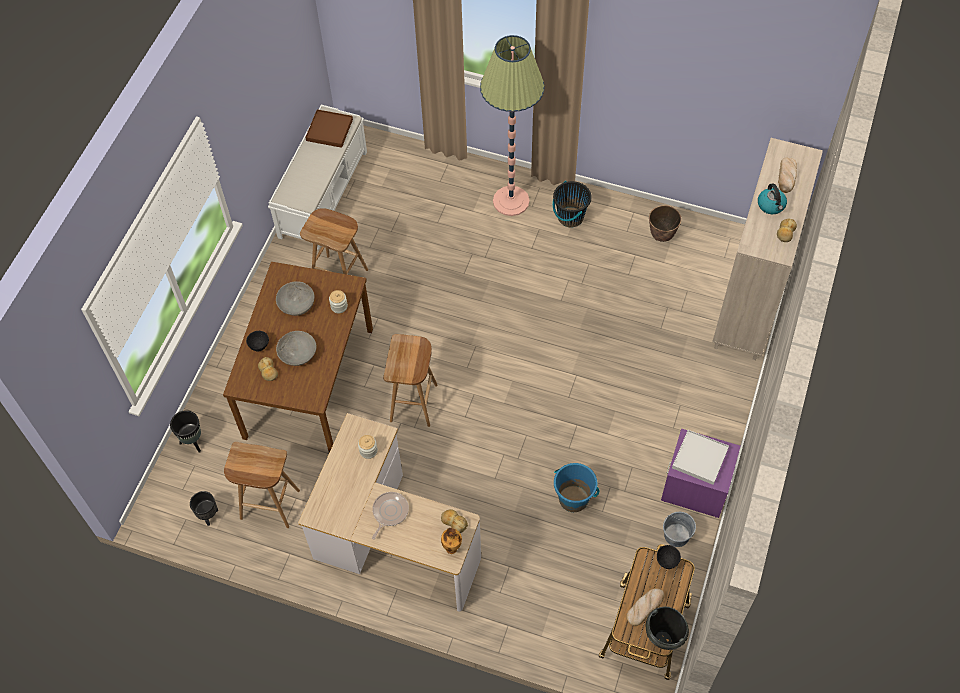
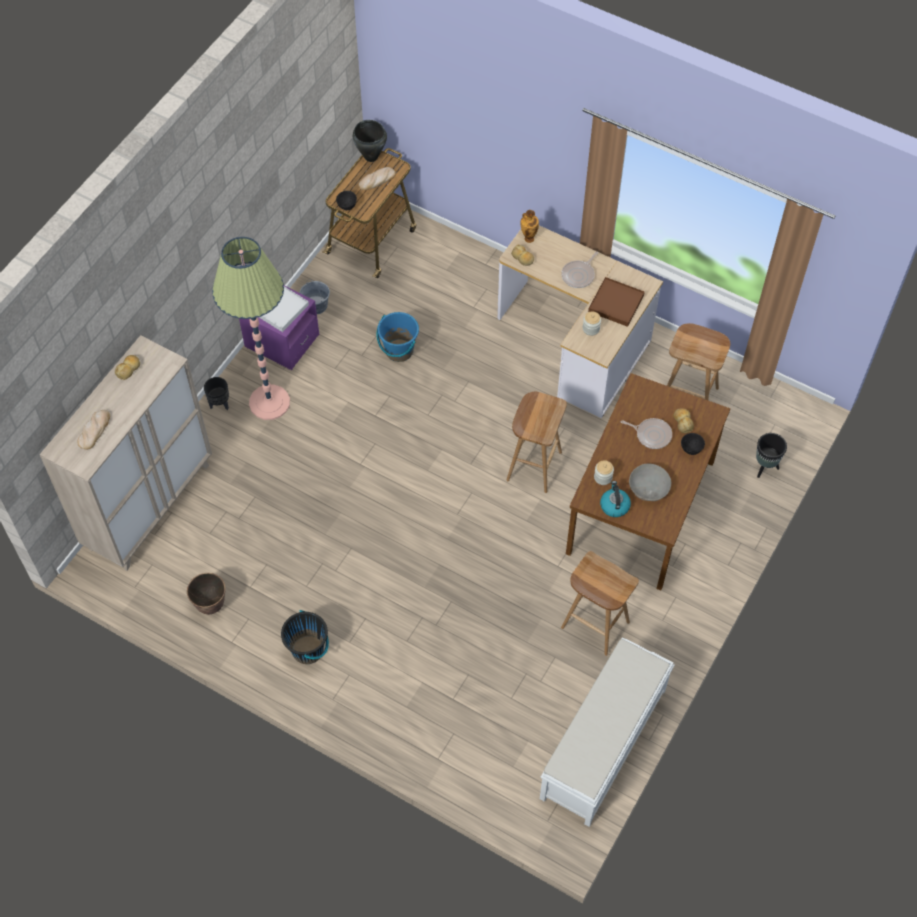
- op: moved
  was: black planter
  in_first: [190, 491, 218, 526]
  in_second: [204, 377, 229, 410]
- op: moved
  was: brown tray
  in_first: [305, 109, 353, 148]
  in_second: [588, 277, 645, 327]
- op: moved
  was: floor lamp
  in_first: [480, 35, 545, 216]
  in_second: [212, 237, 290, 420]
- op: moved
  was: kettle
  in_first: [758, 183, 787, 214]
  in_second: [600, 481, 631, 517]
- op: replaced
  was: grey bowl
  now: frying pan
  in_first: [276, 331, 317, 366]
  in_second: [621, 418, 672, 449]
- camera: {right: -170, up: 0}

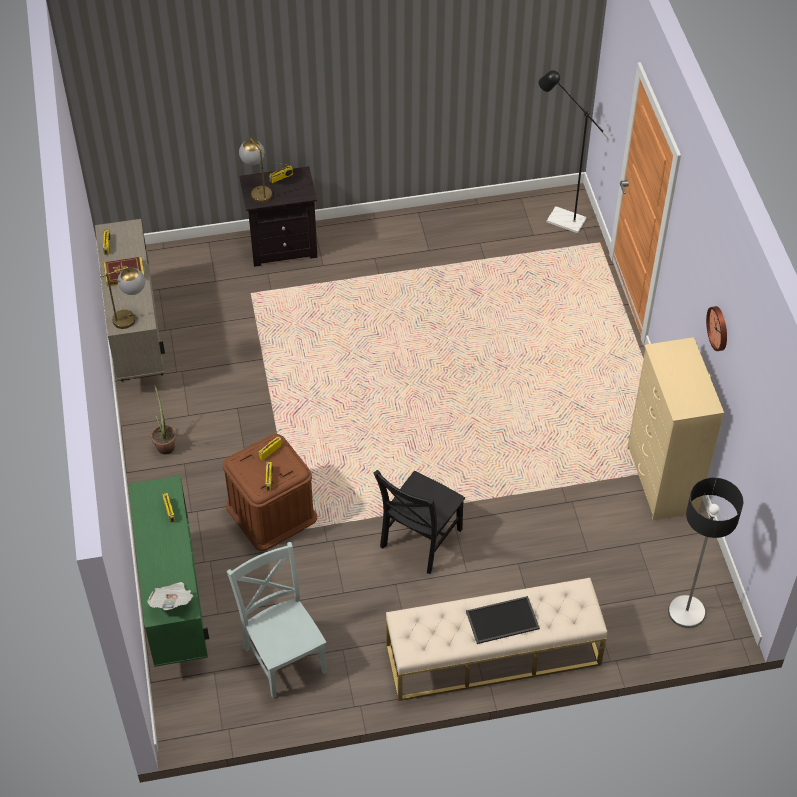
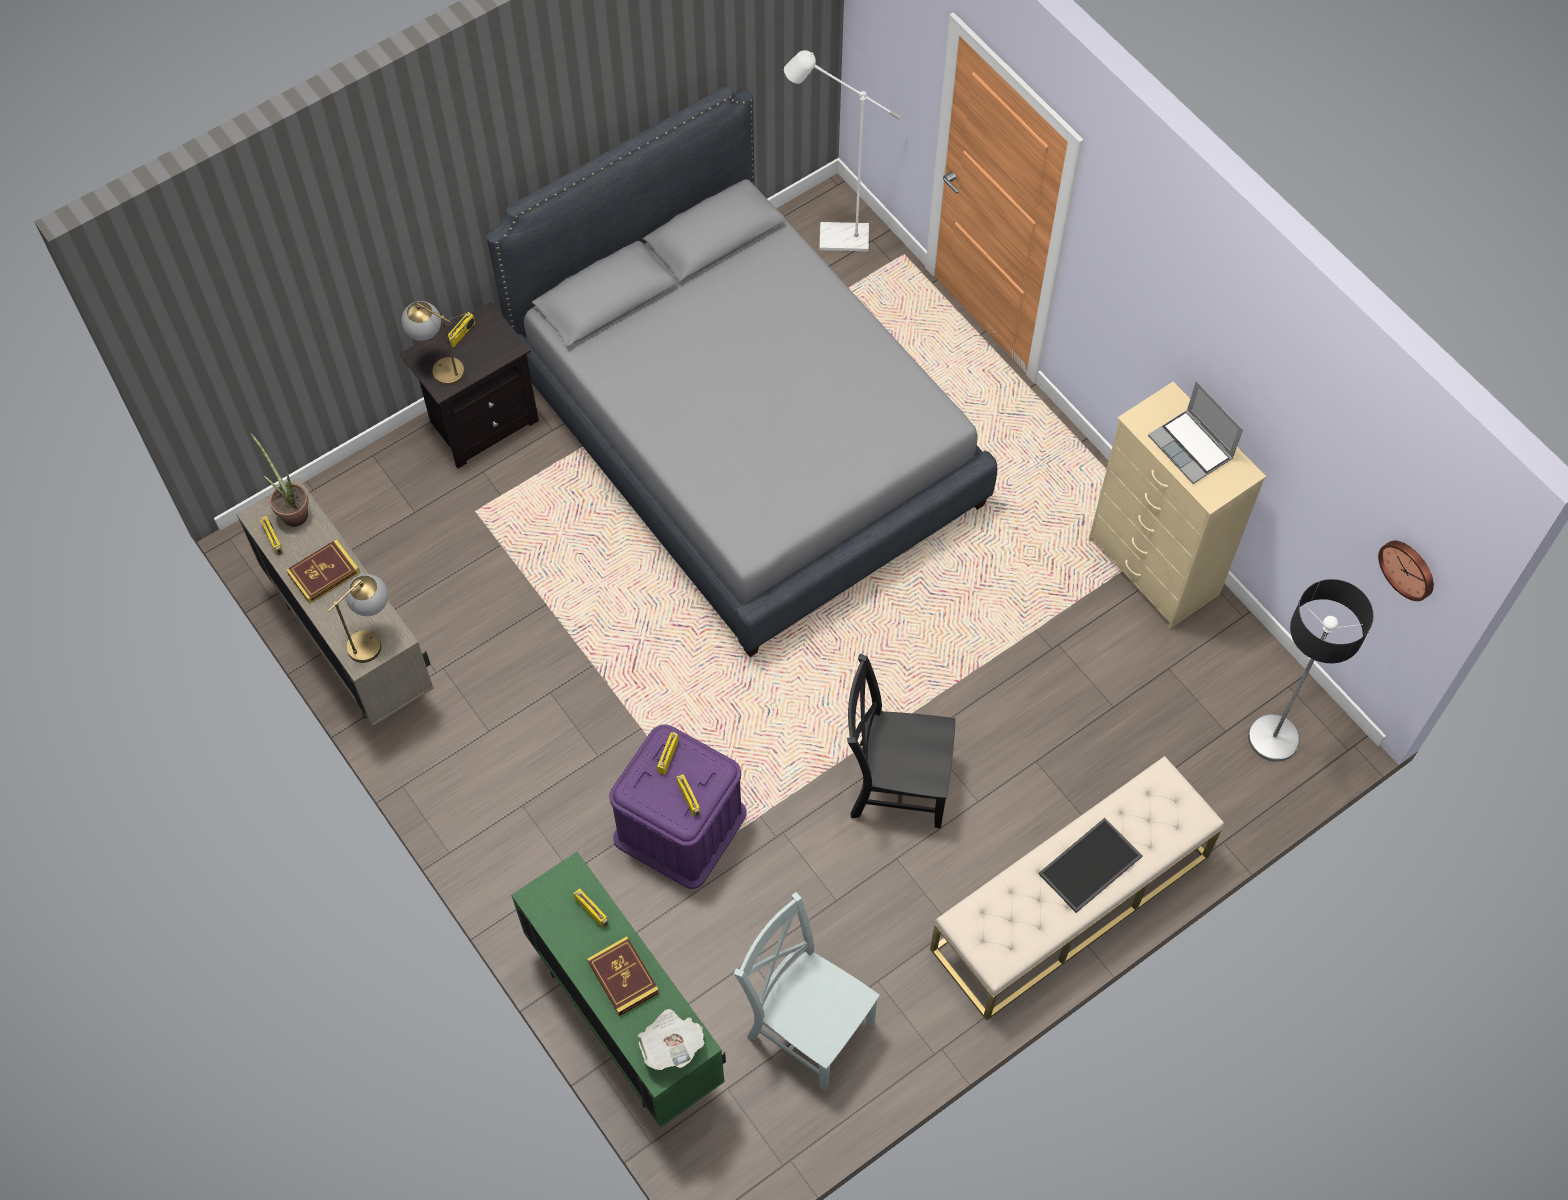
- op: added
  now: grey bed
  in_second: [487, 87, 997, 657]
- op: added
  now: book
  in_second: [587, 936, 659, 1016]
- op: added
  now: laptop
  in_second: [1148, 381, 1243, 484]
- op: moved
  was: potted plant
  in_first: [151, 385, 176, 454]
  in_second: [250, 433, 309, 527]
- op: moved
  was: wall clock
  in_first: [706, 306, 727, 351]
  in_second: [1378, 541, 1434, 601]
- op: recoloured
  was: brown storage box
  now: purple storage box
  in_first: [223, 434, 317, 551]
  in_second: [609, 724, 747, 889]
- op: recoloured
  was: black floor lamp
  now: white floor lamp
  in_first: [539, 70, 610, 233]
  in_second: [784, 50, 901, 251]
- op: turned
  was: black chair
  in_first: [373, 470, 465, 574]
  in_second: [847, 654, 956, 828]
  clockwise: 90
- camera: {right: -25, up: 10}

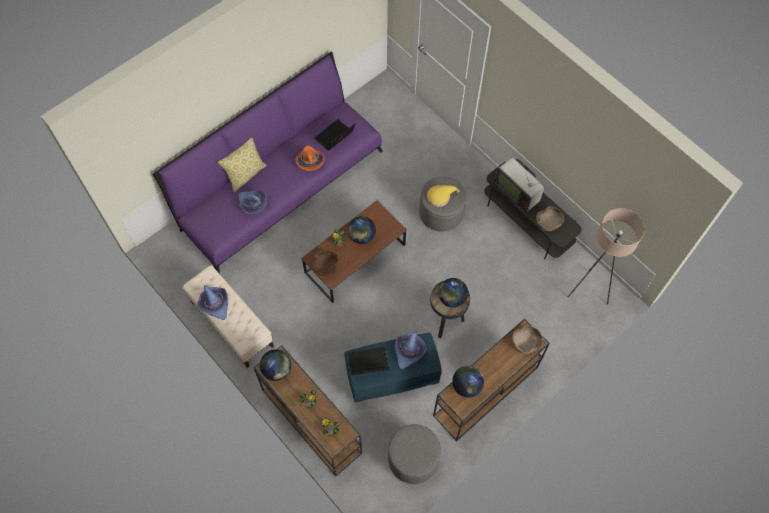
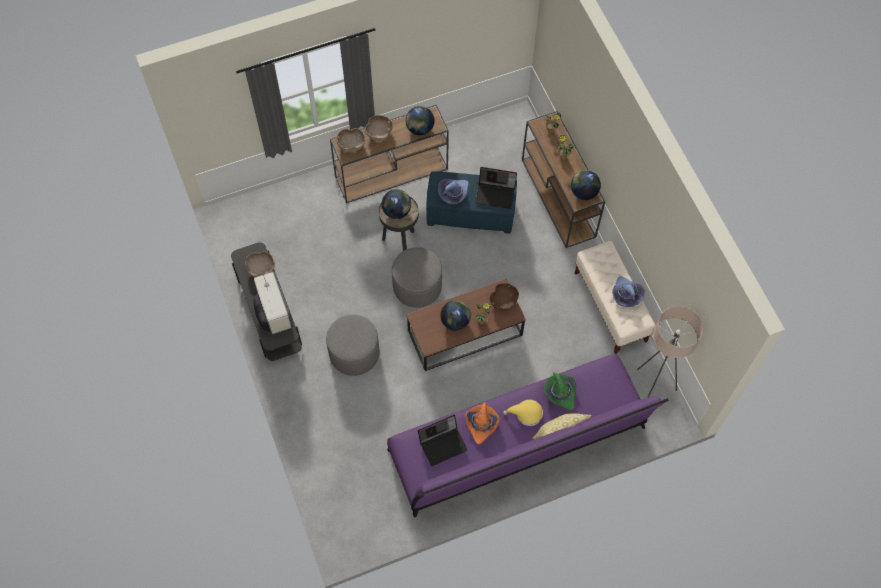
- op: added
  now: brown bowl
  in_second: [365, 115, 393, 141]
- op: moved
  was: grey ottoman
  in_first: [388, 424, 441, 484]
  in_second: [392, 247, 442, 308]
- op: moved
  was: yellow hat
  in_first: [427, 185, 460, 207]
  in_second: [503, 400, 543, 426]
- op: moved
  was: beige floor lamp
  in_first: [568, 208, 645, 305]
  in_second: [637, 306, 703, 398]
- op: recoloured
  was: purple hat
  now: green hat
  in_first: [239, 190, 267, 215]
  in_second: [544, 372, 576, 411]
- camera: {right: -160, up: 0}

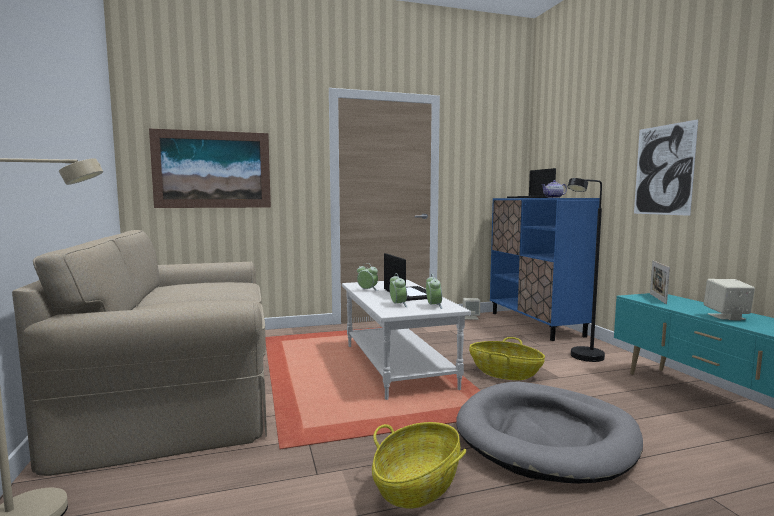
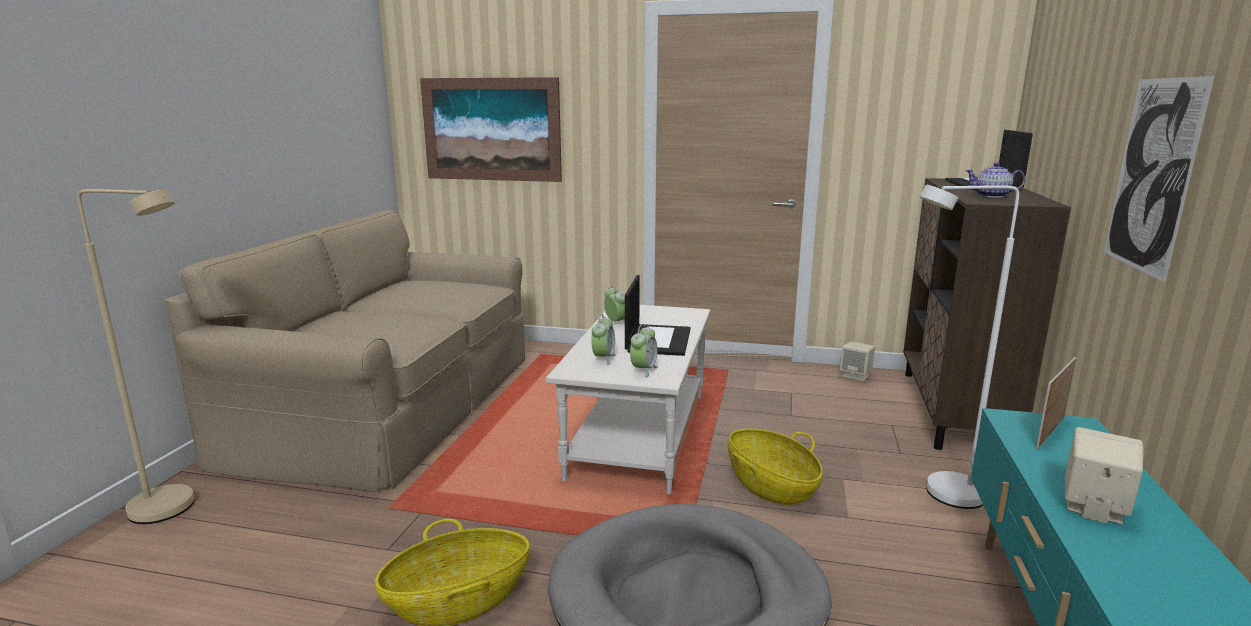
- op: recoloured
  was: blue cabinet
  now: brown cabinet
  in_first: [490, 198, 600, 341]
  in_second: [903, 178, 1071, 450]
- op: recoloured
  was: black floor lamp
  now: white floor lamp
  in_first: [567, 178, 605, 362]
  in_second: [920, 185, 1019, 509]
- camera: {right: 30, up: 10}

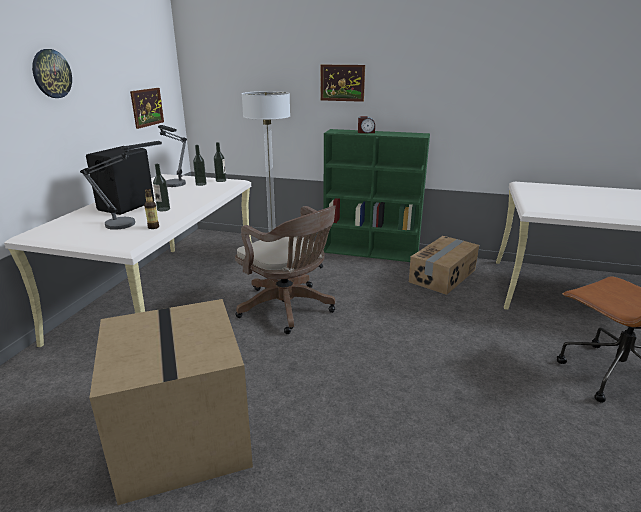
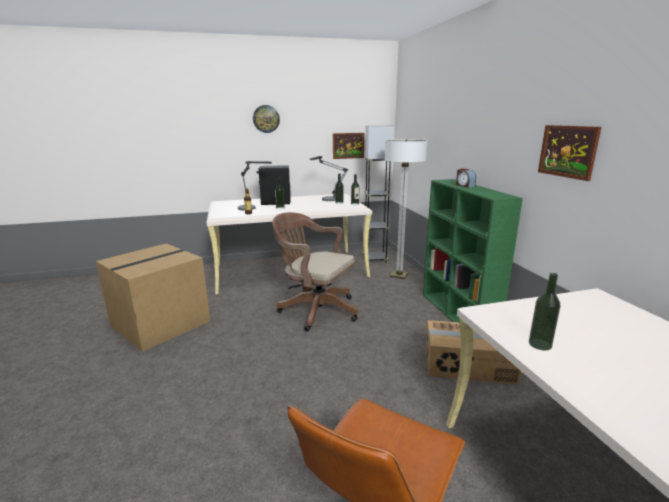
- op: added
  now: grey floor lamp
  in_second: [363, 125, 394, 263]
- op: added
  now: bottle
  in_second: [529, 273, 560, 351]
- op: moved
  was: picture
  in_first: [321, 65, 365, 102]
  in_second: [538, 125, 601, 181]
- op: turned
  was: brown office chair
  in_first: [235, 206, 336, 334]
  in_second: [272, 212, 358, 331]
  clockwise: 105
- camera: {right: 60, up: -5}

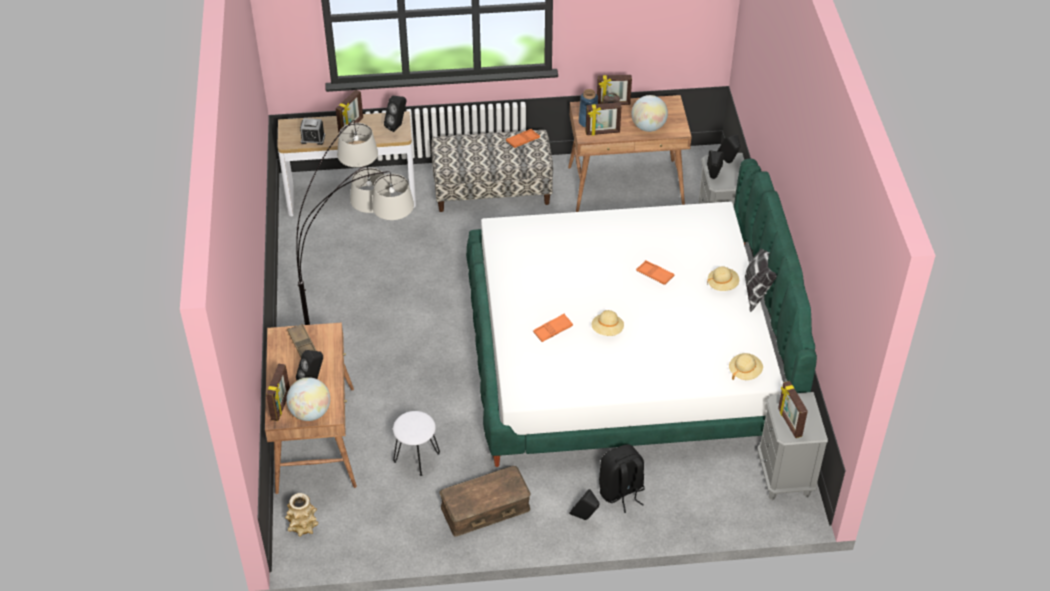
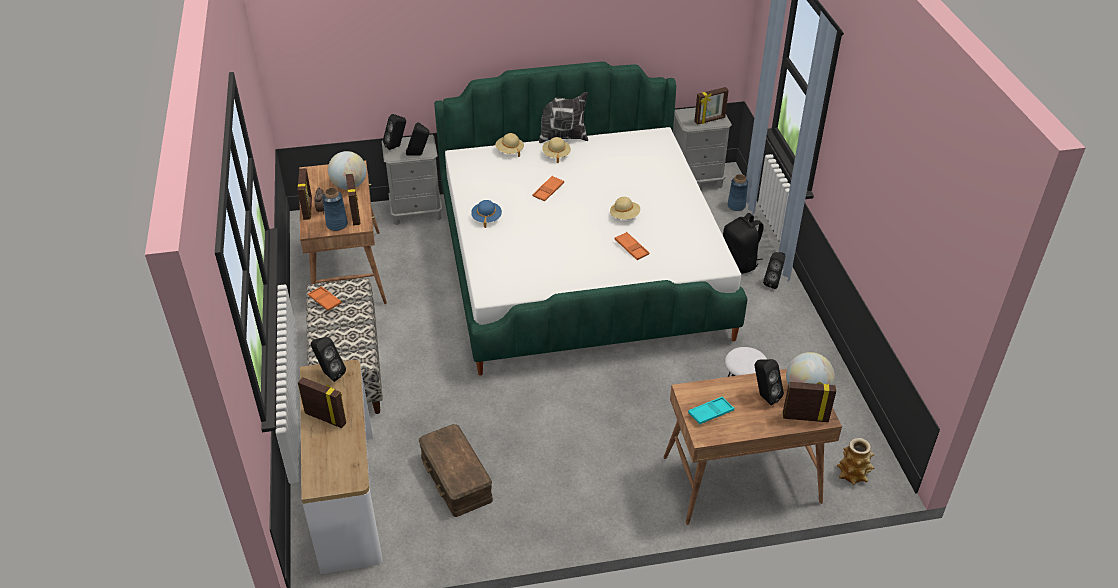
- op: removed
  was: floor lamp
  in_first: [296, 120, 414, 325]
- op: removed
  was: alarm clock
  in_first: [300, 118, 325, 145]
- op: added
  now: blue hat
  in_second: [471, 200, 502, 228]
- op: added
  now: blue vase
  in_second: [727, 174, 748, 211]
- op: moved
  was: brown storage box
  in_first: [439, 466, 531, 536]
  in_second: [419, 424, 493, 517]
- op: moved
  was: beige hat
  in_first: [729, 353, 763, 380]
  in_second: [495, 133, 524, 157]
- op: recoloured
  was: brown tray
  now: turquoise tray
  in_first: [287, 324, 316, 357]
  in_second: [688, 396, 734, 424]
- camera: {right: -95, up: -5}

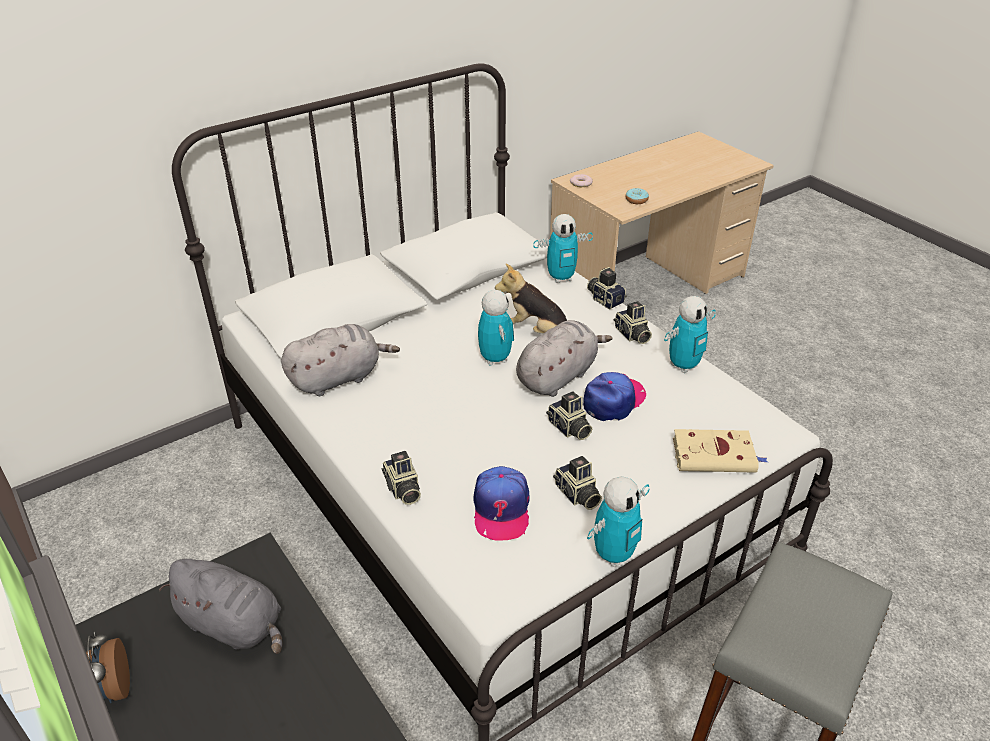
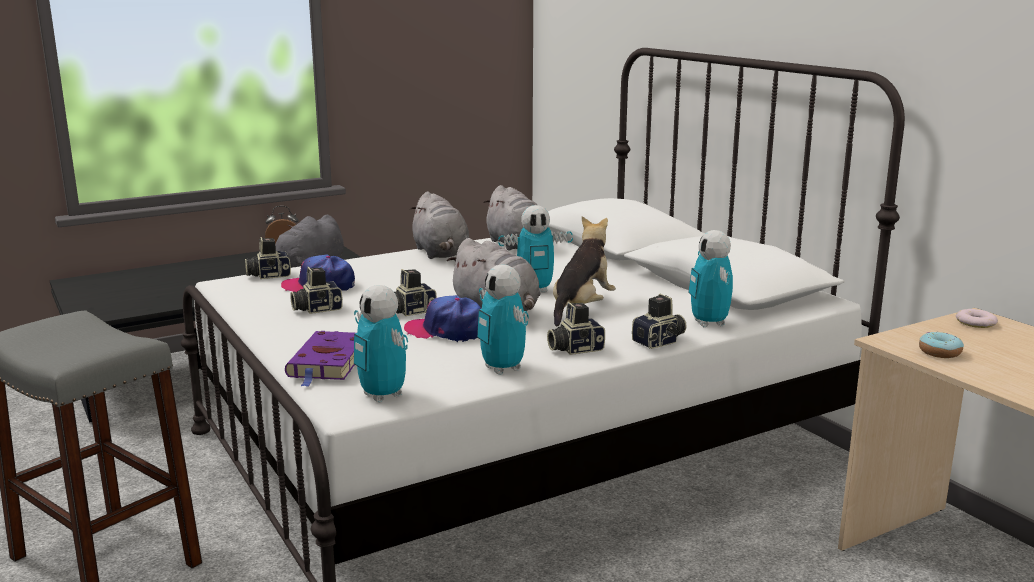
- op: added
  now: grey plush toy
  in_second: [410, 191, 469, 259]
- op: moved
  was: photo camera
  in_first: [382, 451, 421, 505]
  in_second: [245, 237, 291, 279]
- op: moved
  was: toy robot
  in_first: [587, 476, 649, 568]
  in_second: [354, 285, 408, 403]
- op: recoloured
  was: beige book
  now: purple book
  in_first: [673, 429, 768, 473]
  in_second: [285, 331, 355, 387]
- op: turned
  was: cap
  in_first: [583, 372, 646, 421]
  in_second: [404, 295, 482, 342]
  clockwise: 150
- camera: {right: 95, up: -20}

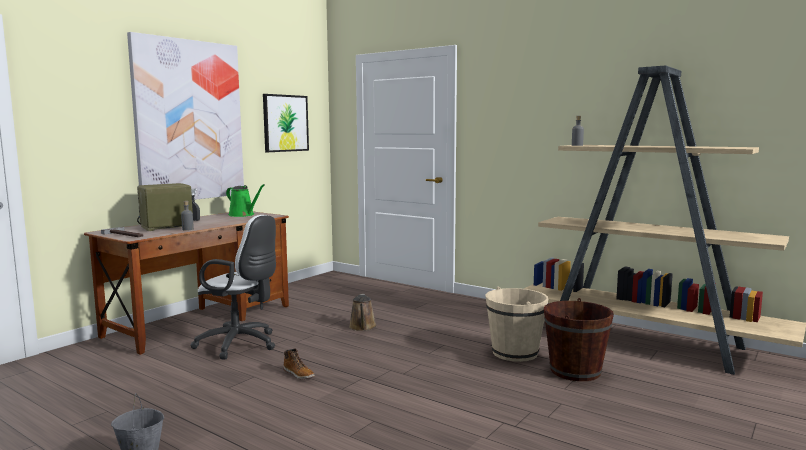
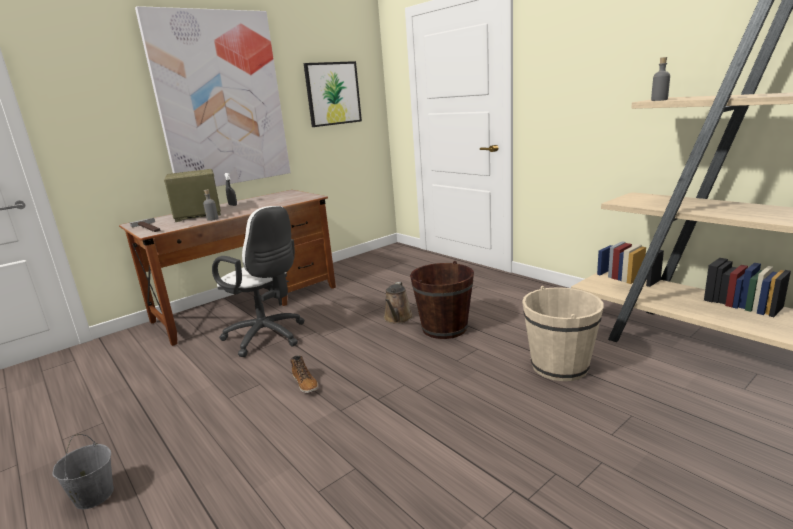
- op: removed
  was: green watering can
  in_first: [226, 184, 265, 217]
- op: moved
  was: brown bucket
  in_first: [544, 298, 614, 381]
  in_second: [410, 261, 474, 339]
- camera: {right: 15, up: 10}

